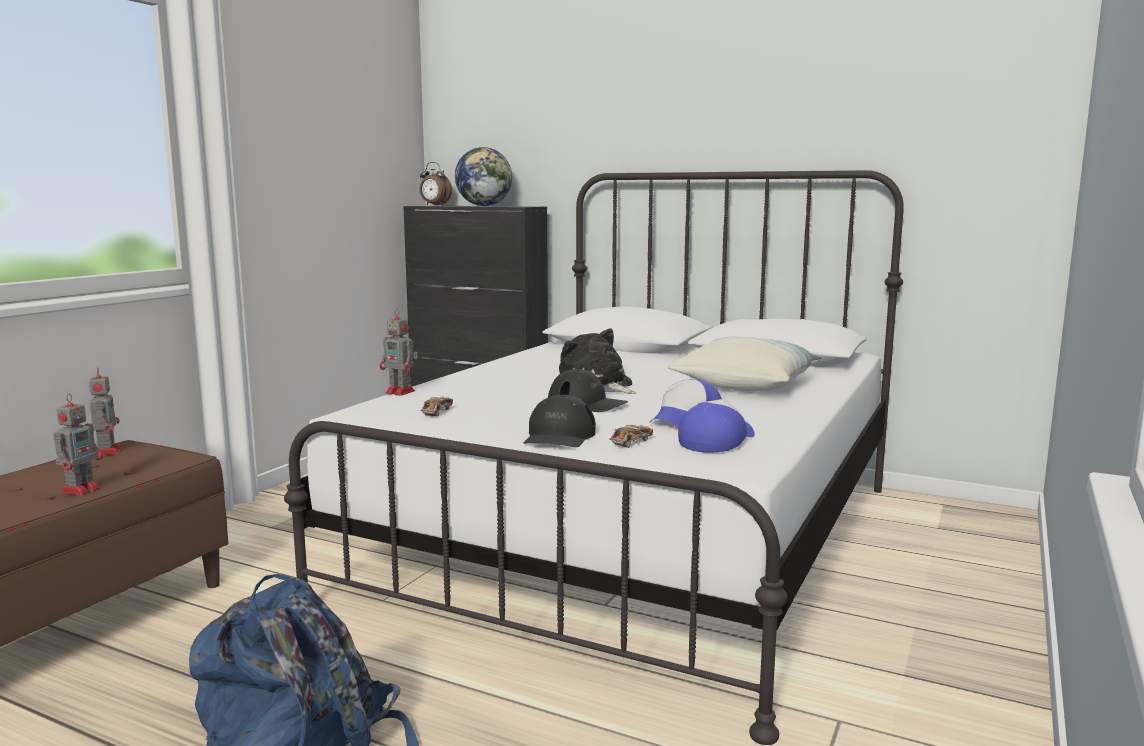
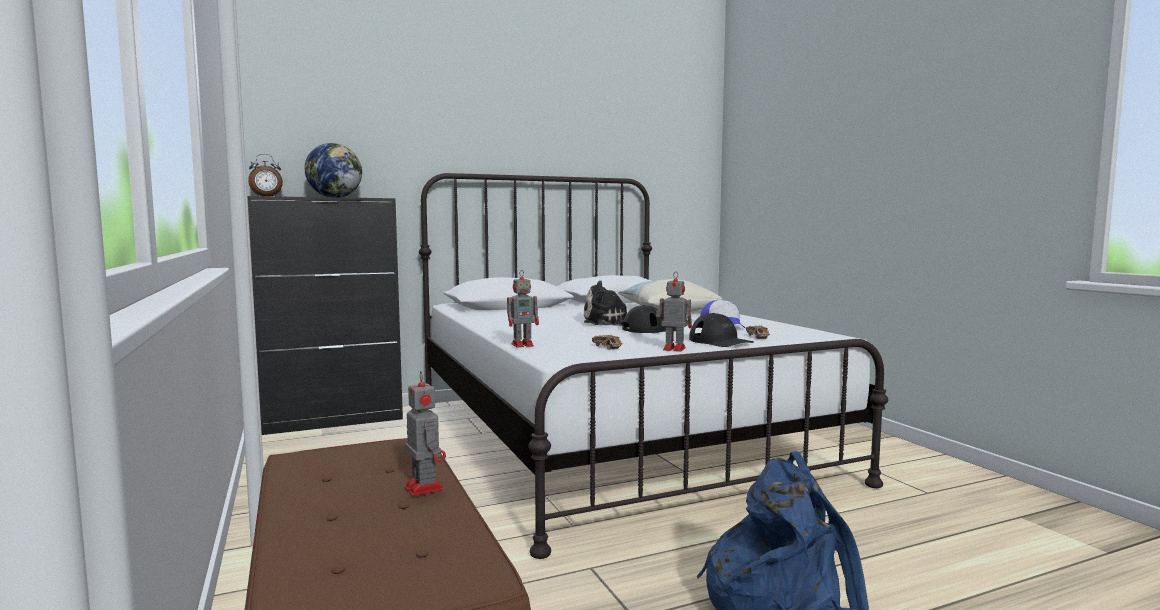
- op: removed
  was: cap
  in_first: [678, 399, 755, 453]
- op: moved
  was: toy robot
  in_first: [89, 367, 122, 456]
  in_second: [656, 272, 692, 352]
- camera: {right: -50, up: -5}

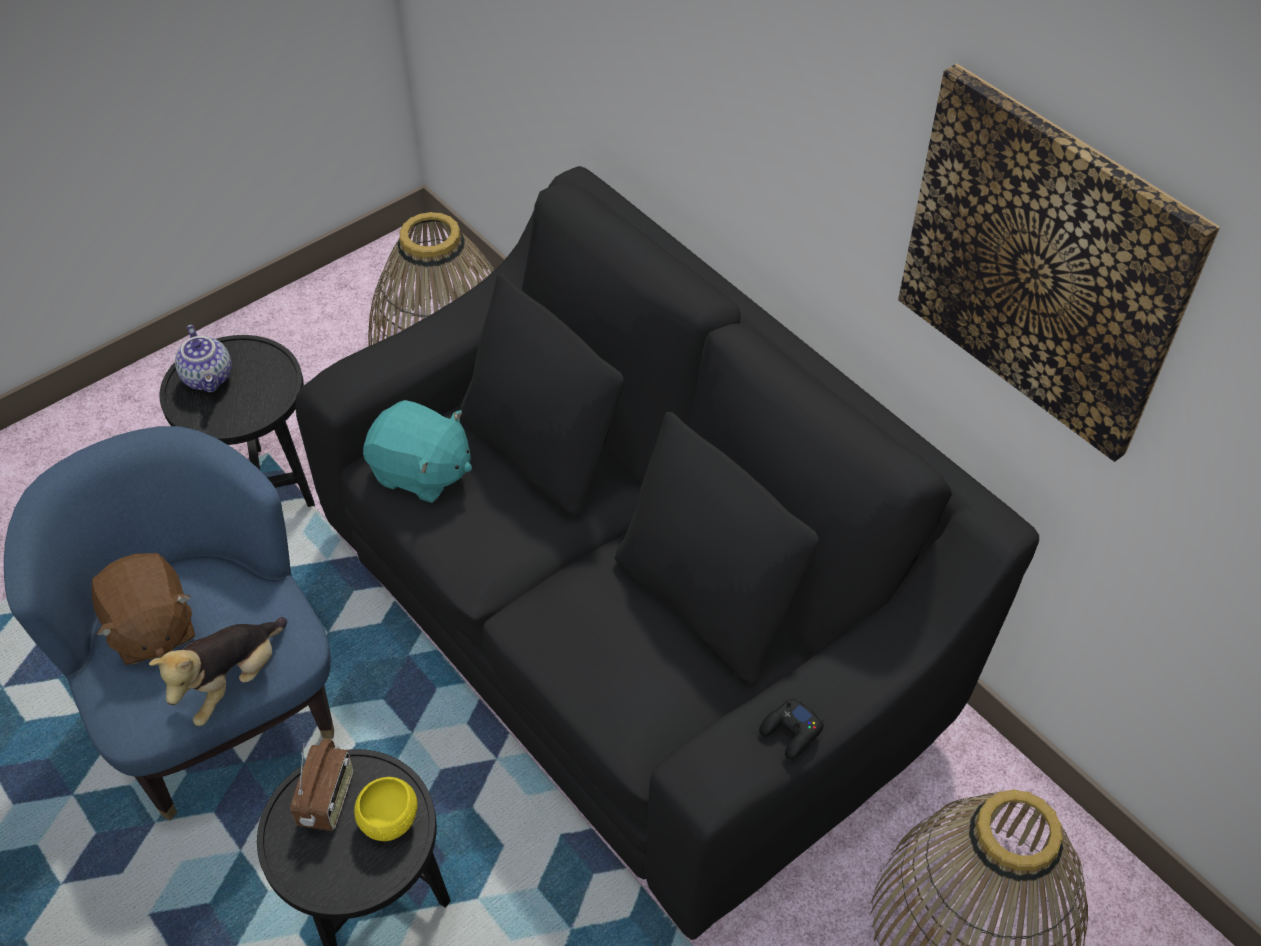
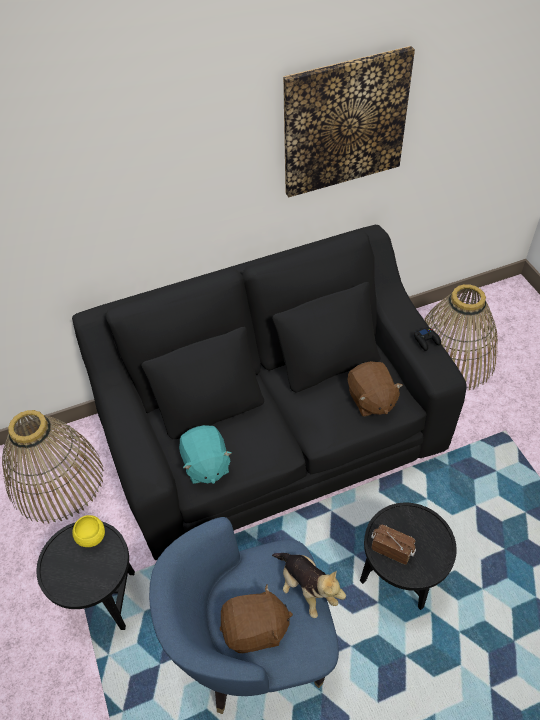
- op: removed
  was: teapot
  in_first: [175, 325, 232, 392]
- op: added
  now: brown plush toy
  in_second: [348, 361, 403, 416]
- op: moved
  was: yellow bowl
  in_first: [354, 777, 418, 841]
  in_second: [72, 515, 105, 547]
- op: turned
  was: turquoise plush toy
  in_first: [363, 400, 472, 503]
  in_second: [179, 425, 232, 484]
  clockwise: 120
- camera: {right: -70, up: 0}

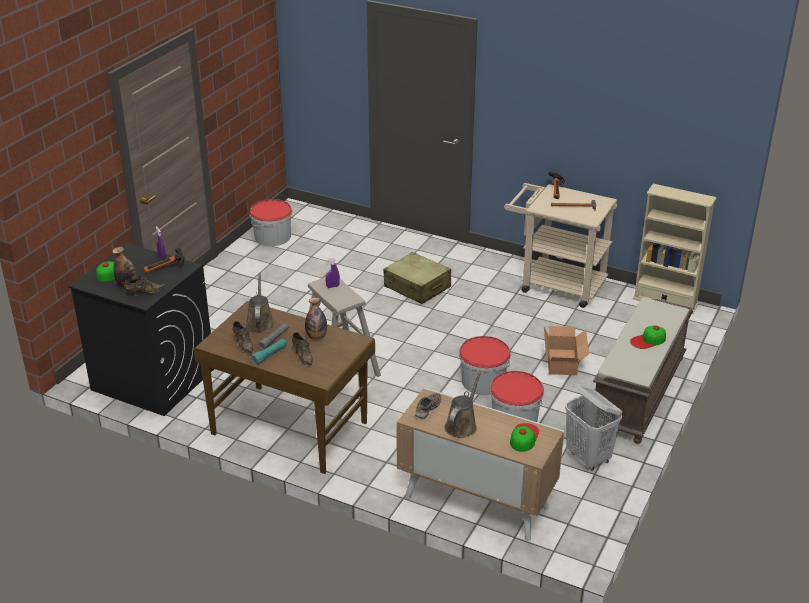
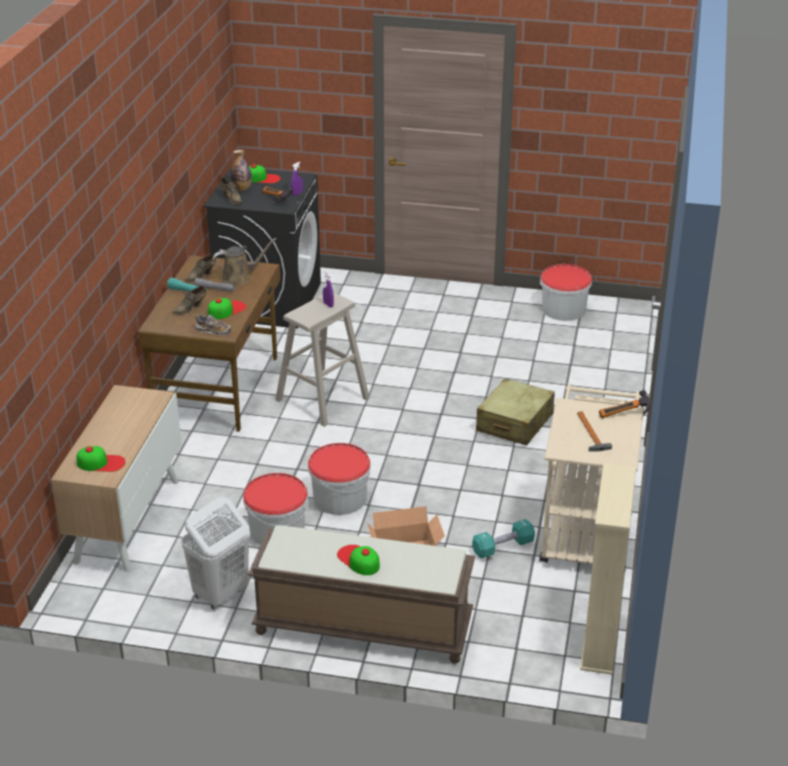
- op: removed
  was: brown watering can
  in_first: [444, 370, 482, 438]
- op: added
  now: turquoise dumbbell
  in_second: [472, 519, 535, 559]
- op: moved
  was: shoe
  in_first: [415, 393, 442, 419]
  in_second: [195, 314, 232, 335]
- op: replaced
  was: bottle
  now: cap
  in_first: [305, 298, 327, 340]
  in_second: [208, 298, 246, 319]
- camera: {right: 75, up: 0}

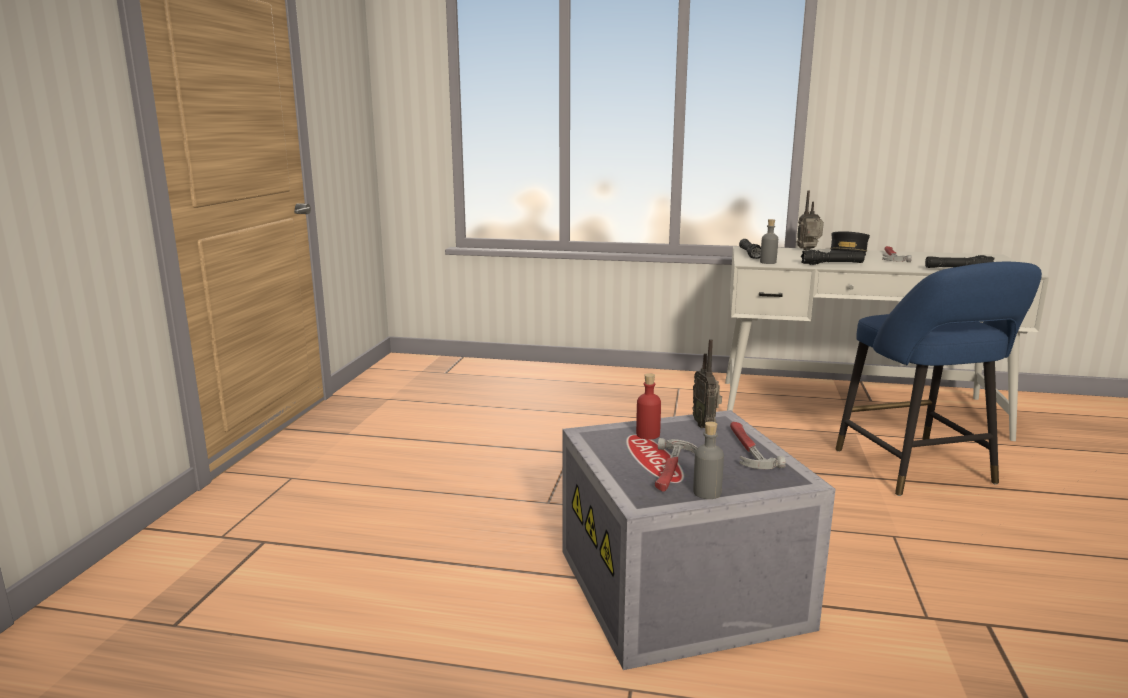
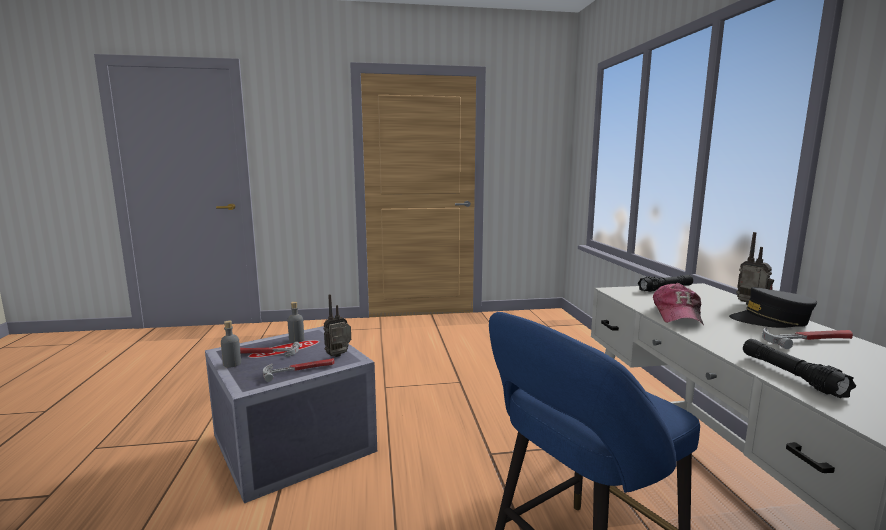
- op: removed
  was: red bottle
  in_first: [636, 373, 661, 439]
- op: moved
  was: grey bottle
  in_first: [760, 219, 778, 264]
  in_second: [288, 302, 304, 343]
- op: replaced
  was: black flashlight
  now: cap
  in_first: [801, 250, 865, 265]
  in_second: [653, 283, 704, 325]
- camera: {right: 70, up: -5}

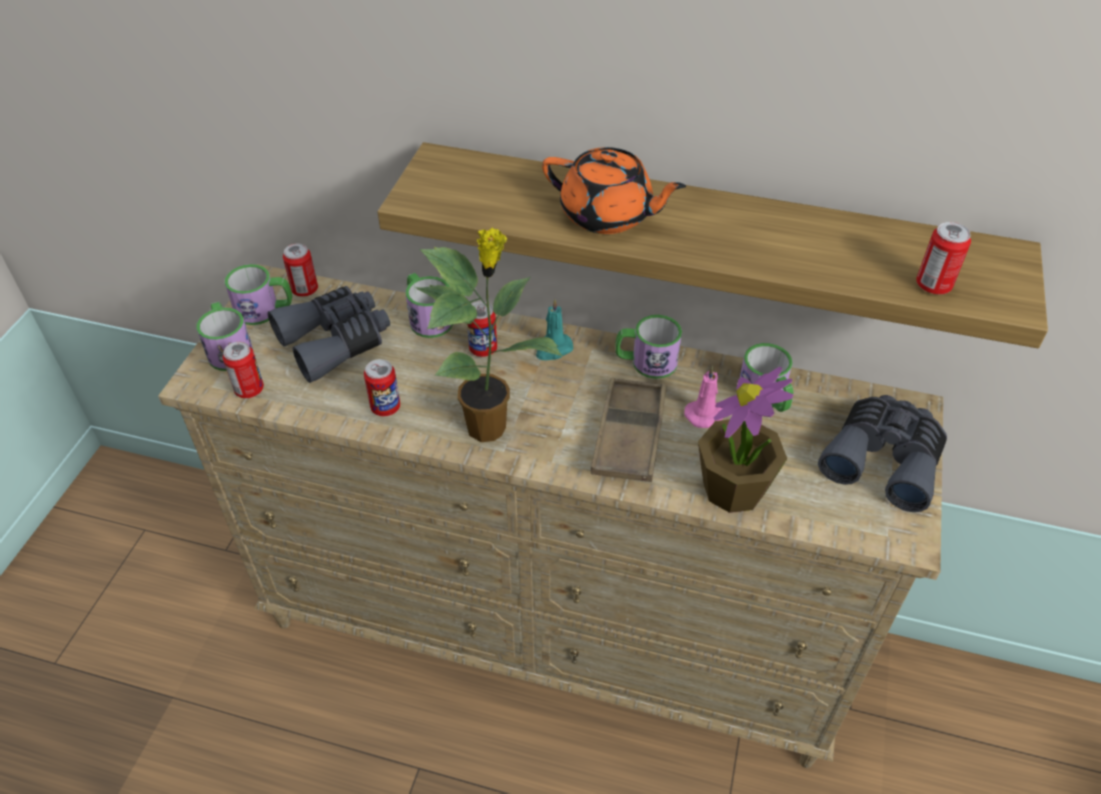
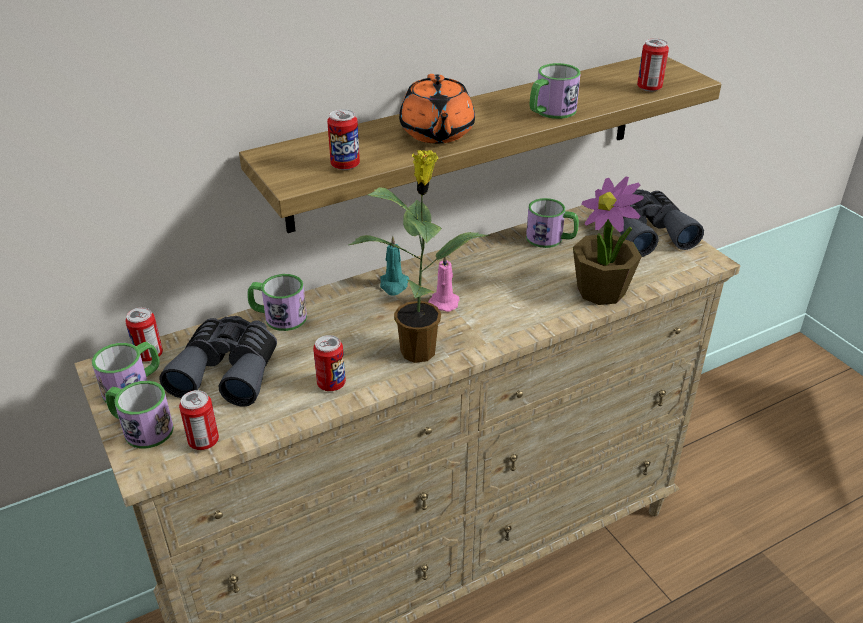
- op: removed
  was: brown tray
  in_first: [591, 378, 666, 482]
- op: moved
  was: can
  in_first: [467, 302, 497, 357]
  in_second: [327, 109, 360, 170]
- op: moved
  was: mug
  in_first: [615, 315, 682, 379]
  in_second: [530, 63, 581, 119]
- op: moved
  was: pink candle
  in_first: [684, 366, 723, 428]
  in_second: [429, 257, 459, 312]
- op: turned
  was: orange teapot
  in_first: [542, 147, 686, 234]
  in_second: [399, 74, 475, 144]
  clockwise: 105
- camera: {right: -45, up: -10}

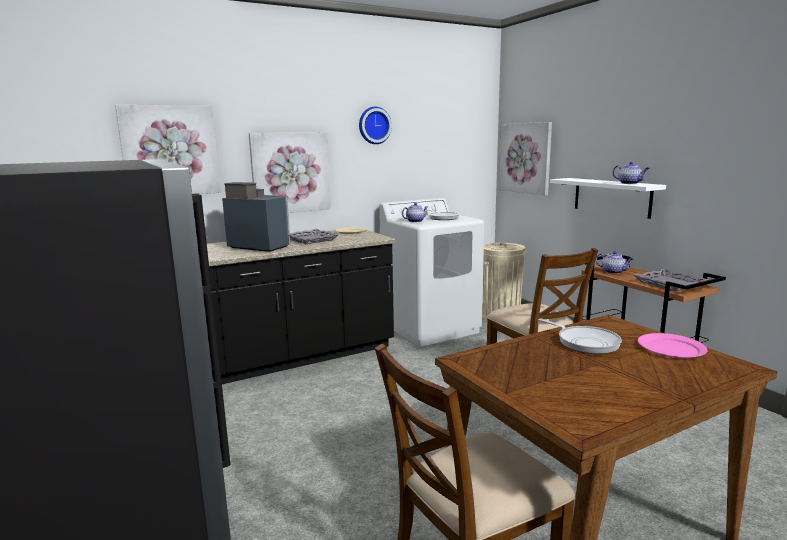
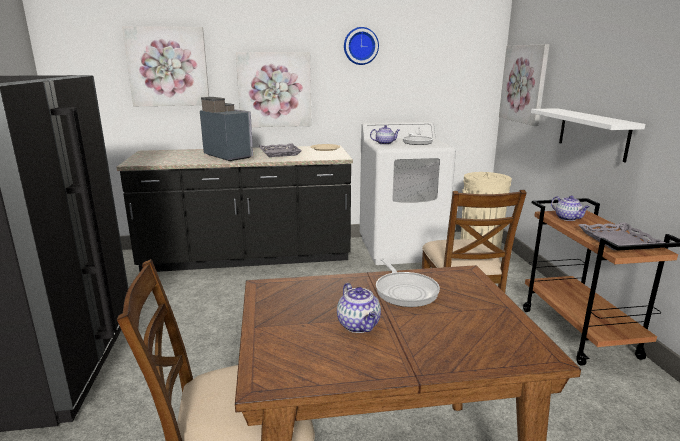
- op: removed
  was: pink plate
  in_first: [638, 333, 708, 358]
- op: moved
  was: teapot
  in_first: [612, 162, 649, 184]
  in_second: [337, 283, 381, 333]
- camera: {right: 20, up: 5}

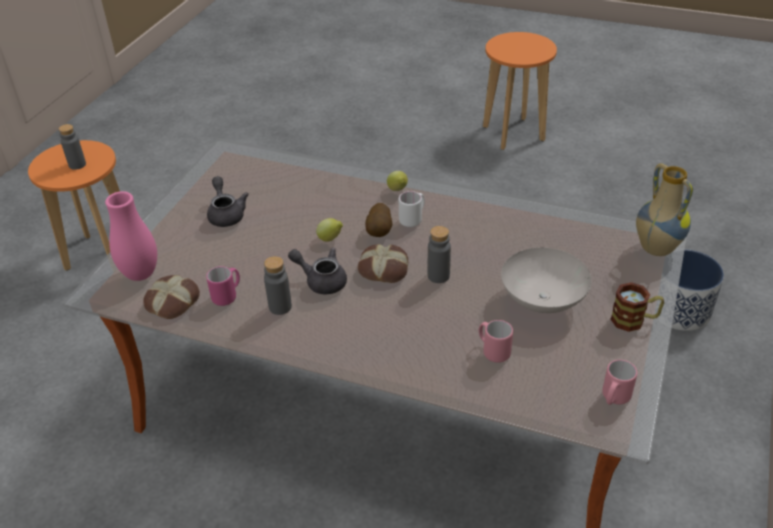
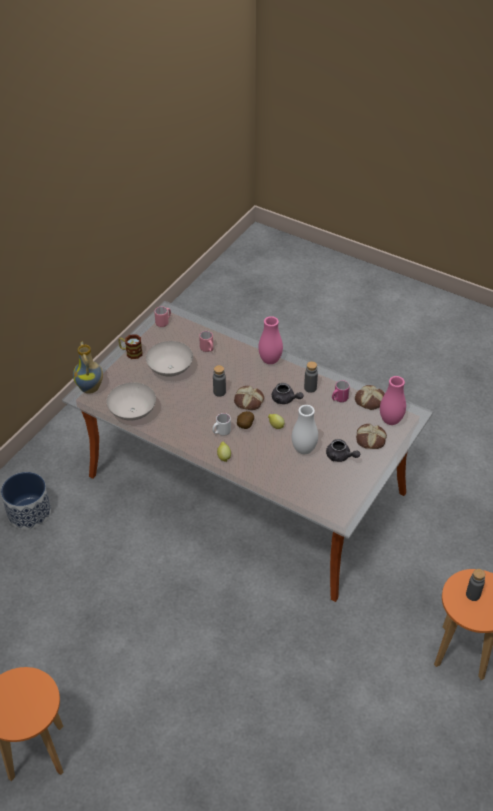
- op: added
  now: white bowl
  in_second: [107, 382, 156, 421]
- op: added
  now: pink vase
  in_second: [258, 316, 283, 364]
- op: added
  now: white vase
  in_second: [292, 405, 318, 454]
- op: added
  now: bread
  in_second: [356, 424, 387, 449]
- op: turned
  was: grey teapot
  in_first: [207, 176, 249, 227]
  in_second: [326, 439, 360, 462]
  clockwise: -45
- camera: {right: -170, up: 5}

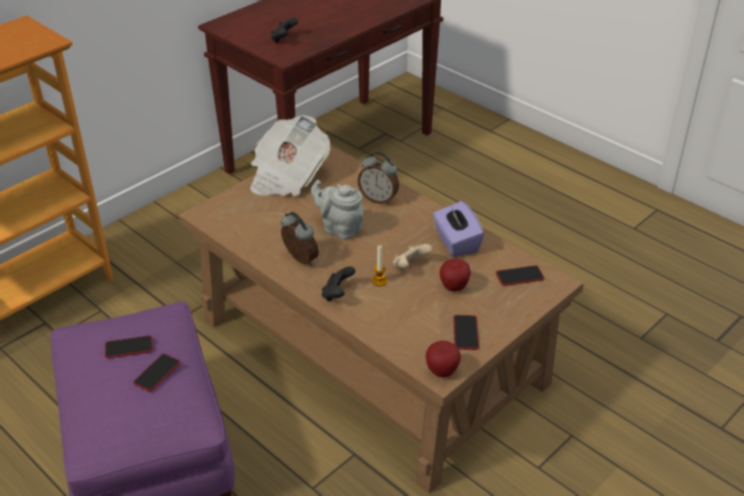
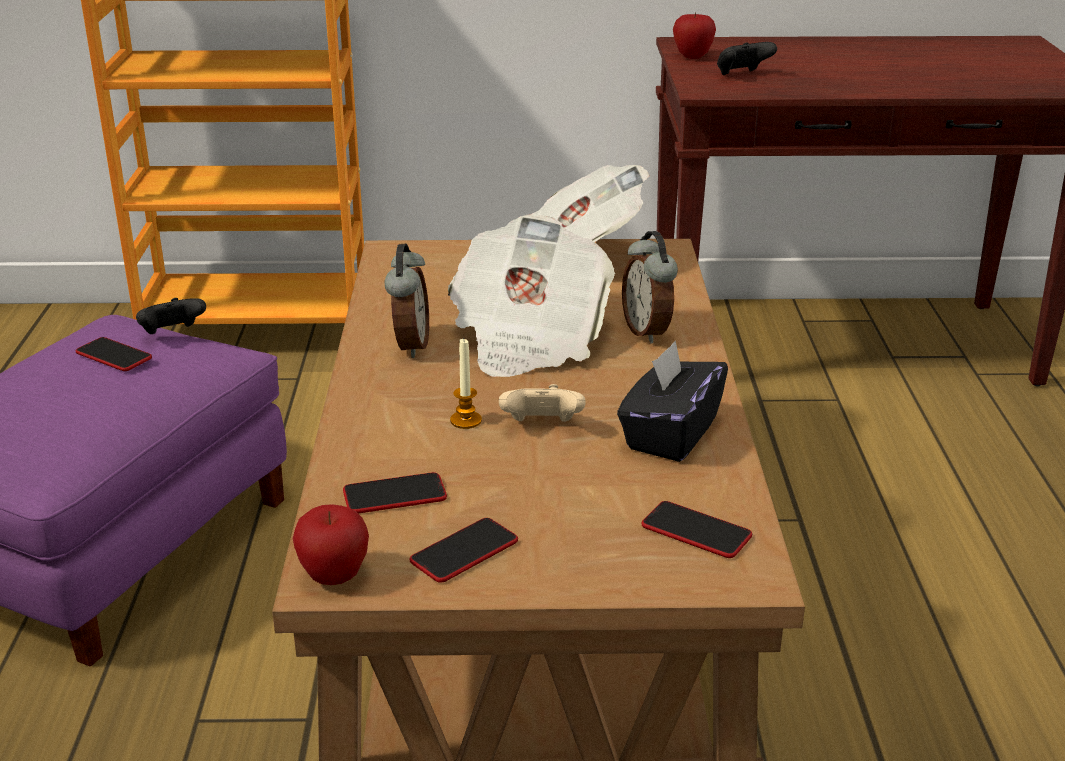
- op: moved
  was: phone
  in_first: [133, 354, 180, 392]
  in_second: [343, 472, 447, 514]
- op: moved
  was: black game controller
  in_first: [322, 266, 355, 301]
  in_second: [136, 298, 206, 334]
- op: moved
  was: apple
  in_first: [439, 259, 471, 292]
  in_second: [673, 13, 716, 59]
- op: replaced
  was: grey teapot
  now: newspaper
  in_first: [311, 180, 364, 240]
  in_second: [448, 214, 615, 377]
- op: recoloured
  was: purple tissue box
  now: black tissue box
  in_first: [432, 201, 484, 257]
  in_second: [617, 341, 728, 462]
- camera: {right: 45, up: -10}

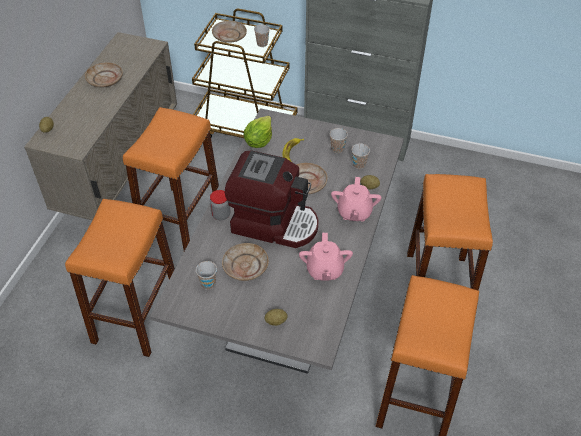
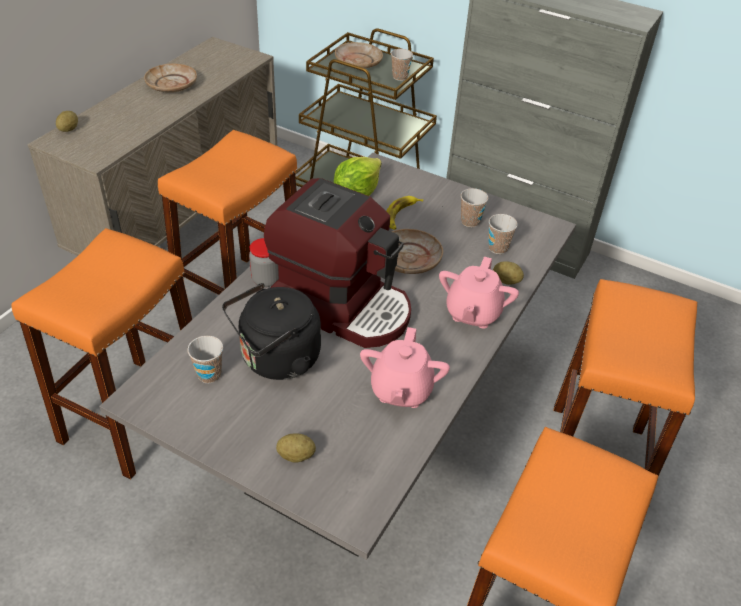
- op: replaced
  was: beige plate
  now: black kettle
  in_first: [222, 243, 269, 281]
  in_second: [222, 283, 321, 380]
- camera: {right: 10, up: -5}

